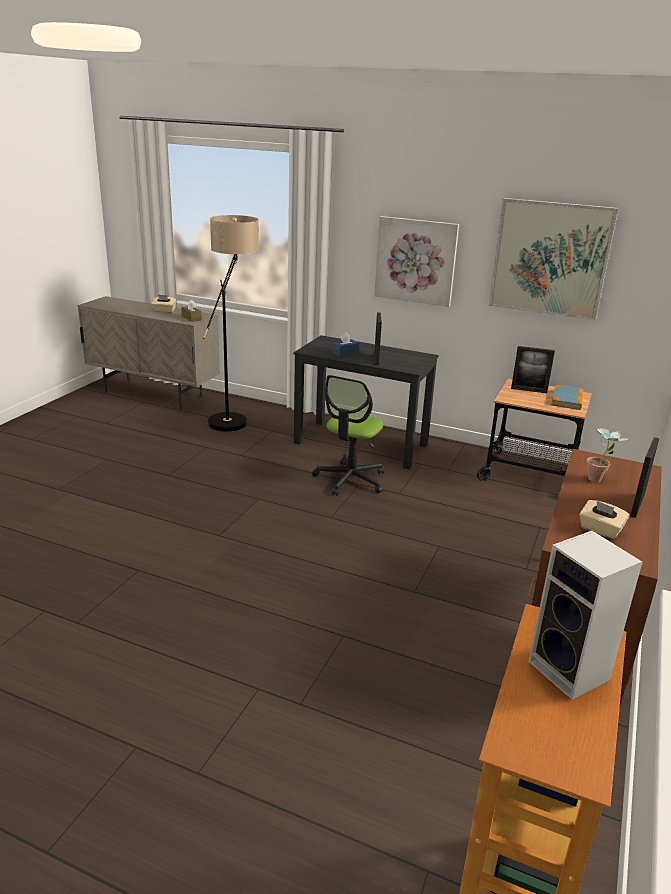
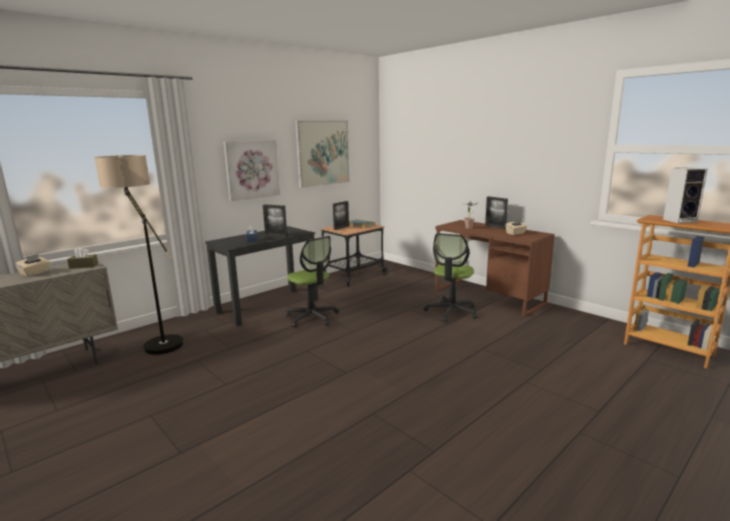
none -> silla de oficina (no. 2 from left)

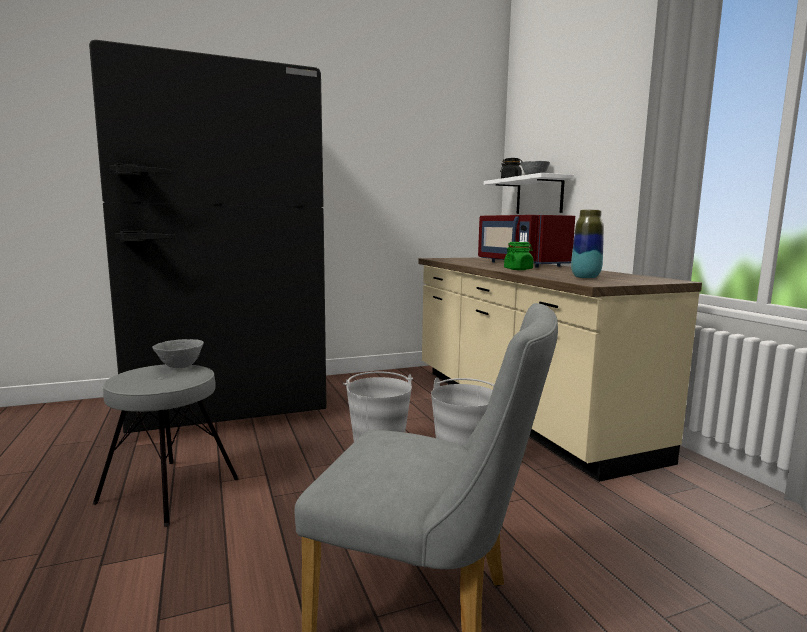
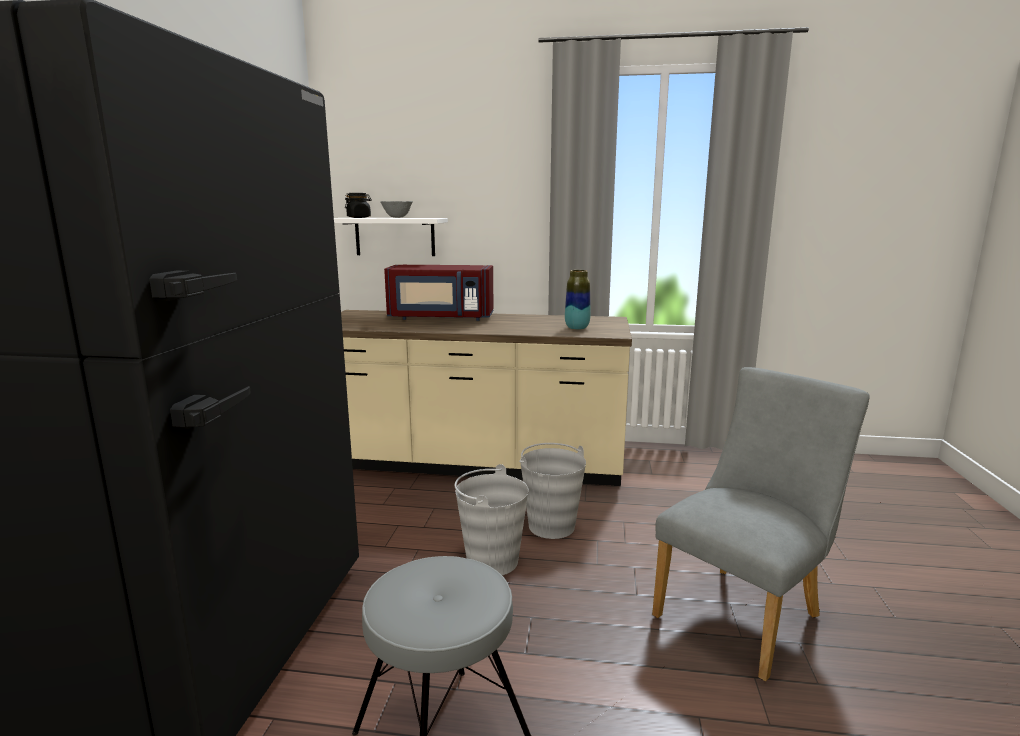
tarro (verde) -> none
cuenco (gris) (no. 1 from left) -> none

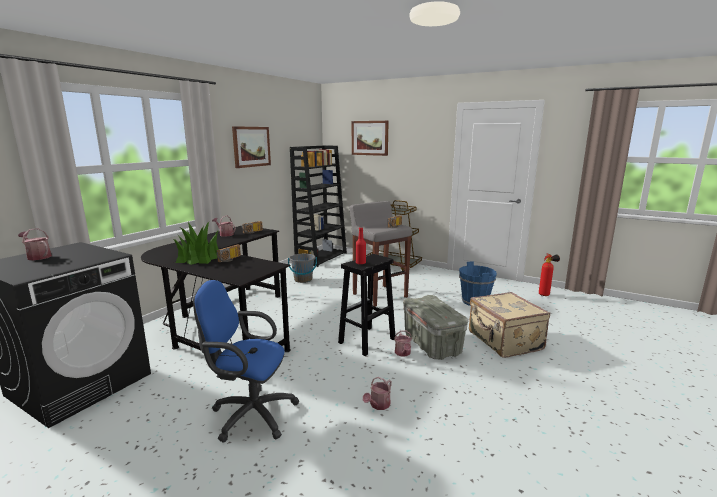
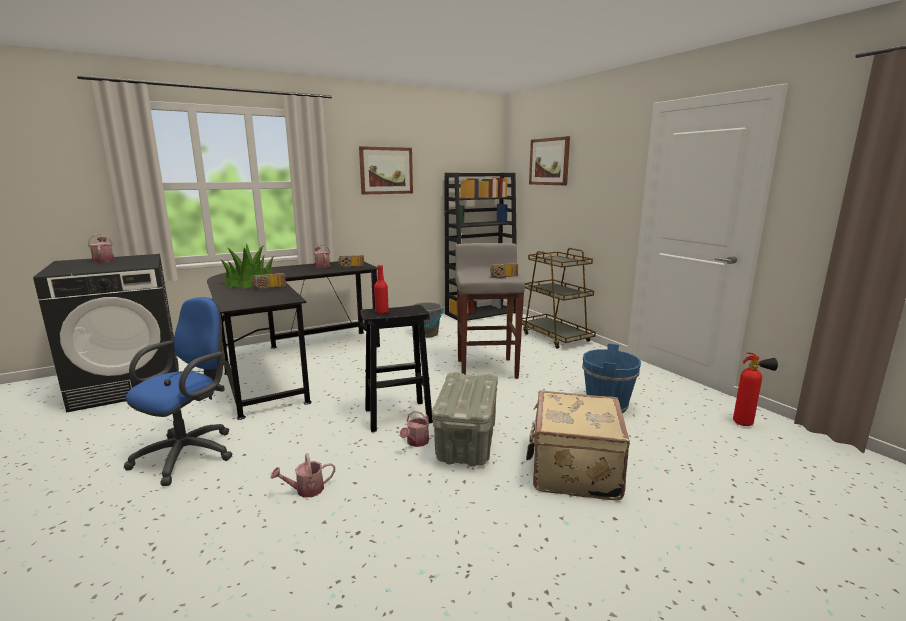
silla de oficina (azul), 75 degrees clockwise

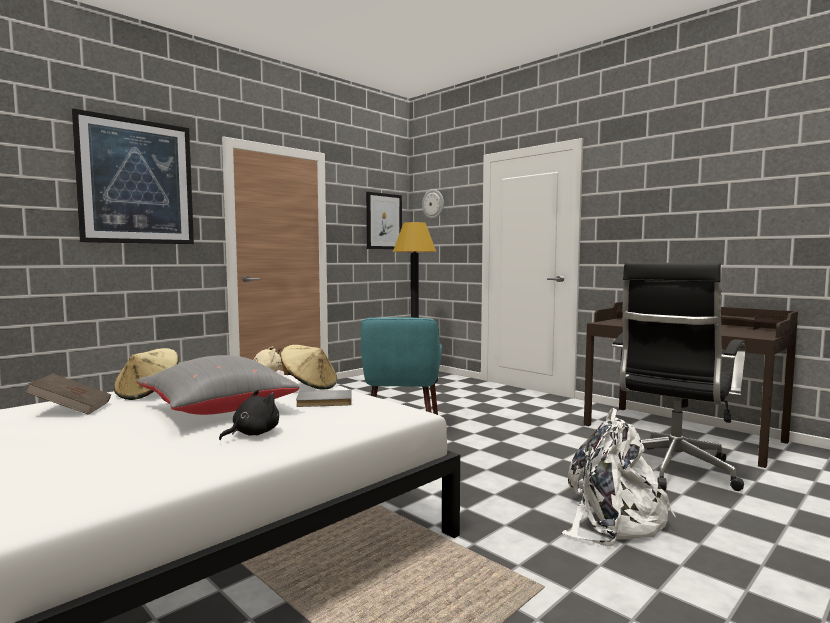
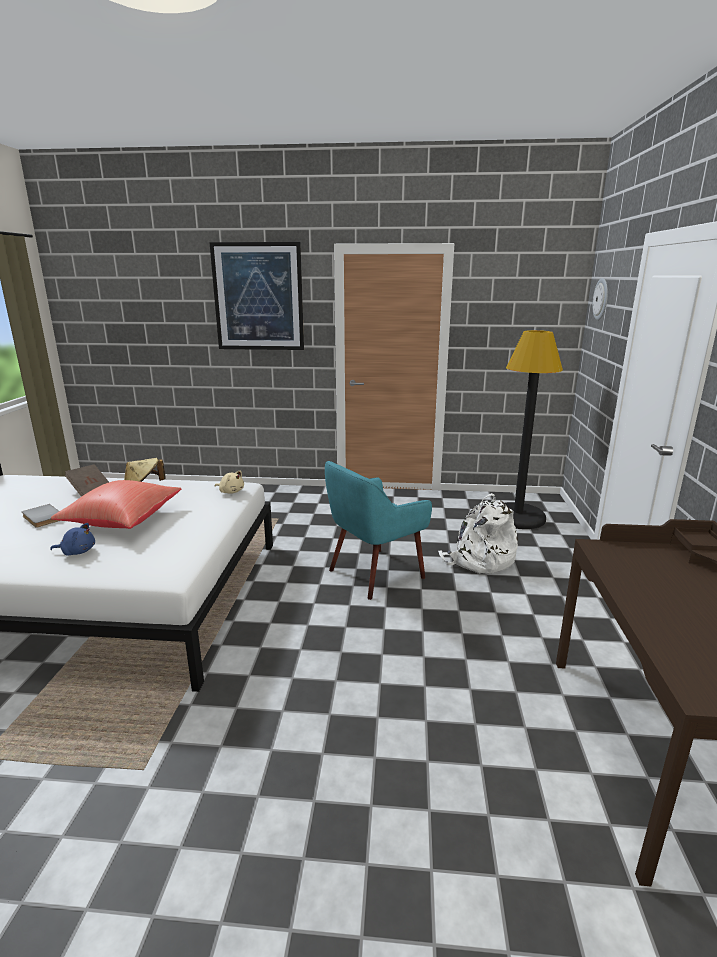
cuadro (no. 2 from left) -> none
silla de oficina (negro) -> none
sombrero (beis) (no. 2 from left) -> none
cojín (gris) -> cojín (rojo)
peluche (negro) -> peluche (azul)
libro (gris), shifted
mochila (blanco), shifted

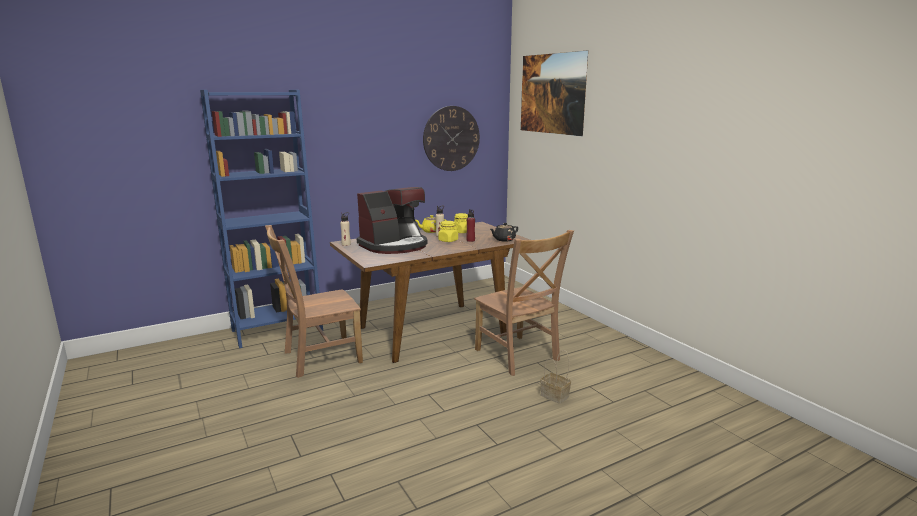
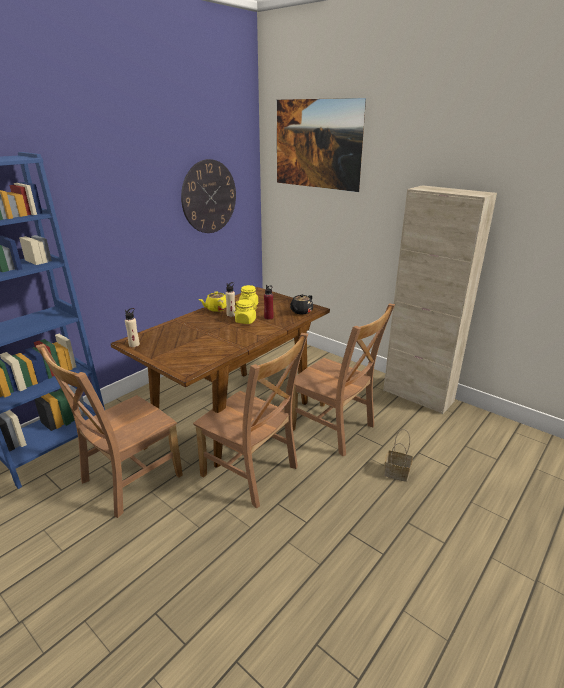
cafetera -> none
none -> armario (beis)
none -> silla (marrón) (no. 2 from left)

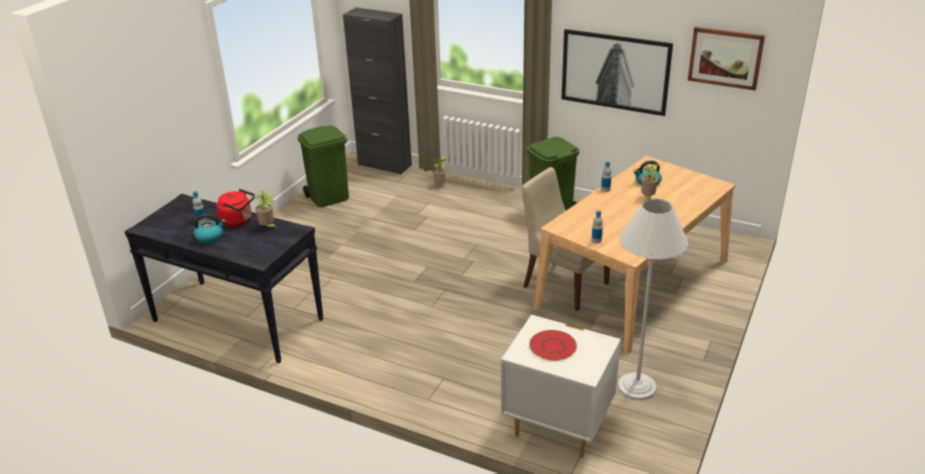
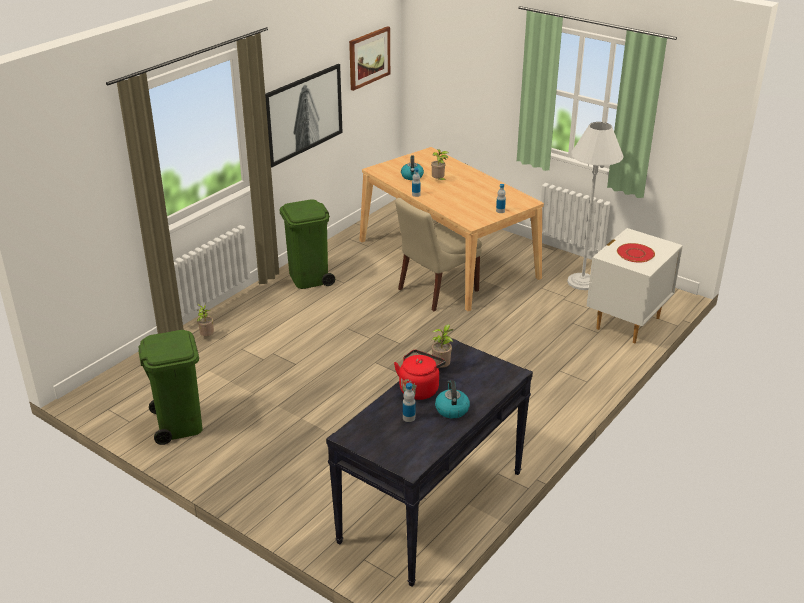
armario (negro) -> none

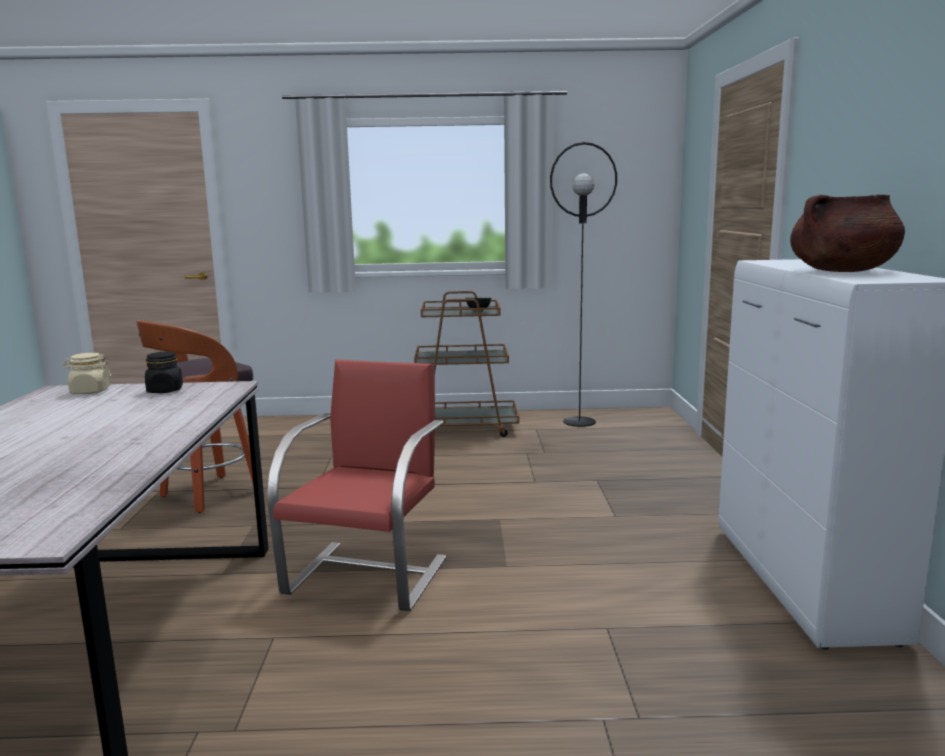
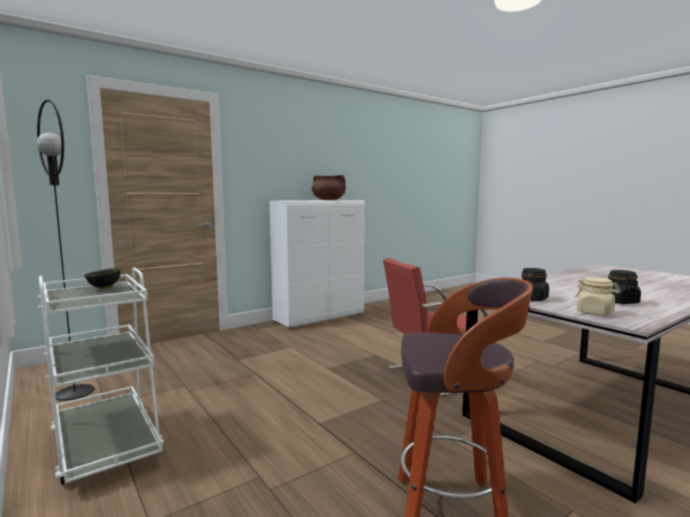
carrito (marrón) -> carrito (blanco)
none -> tarro (negro) (no. 2 from left)

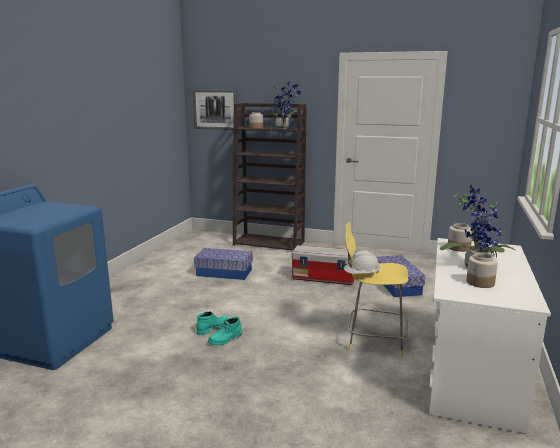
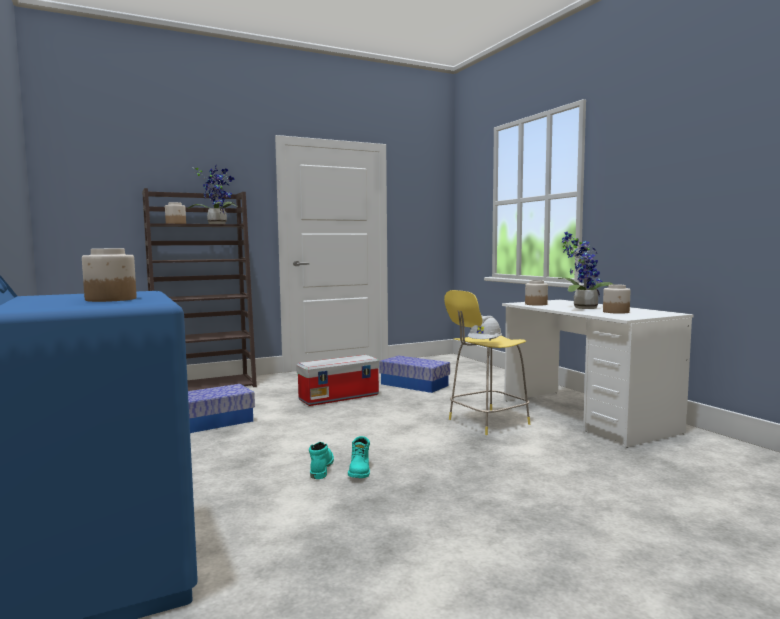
cuadro -> none
none -> tarro (no. 1 from left)

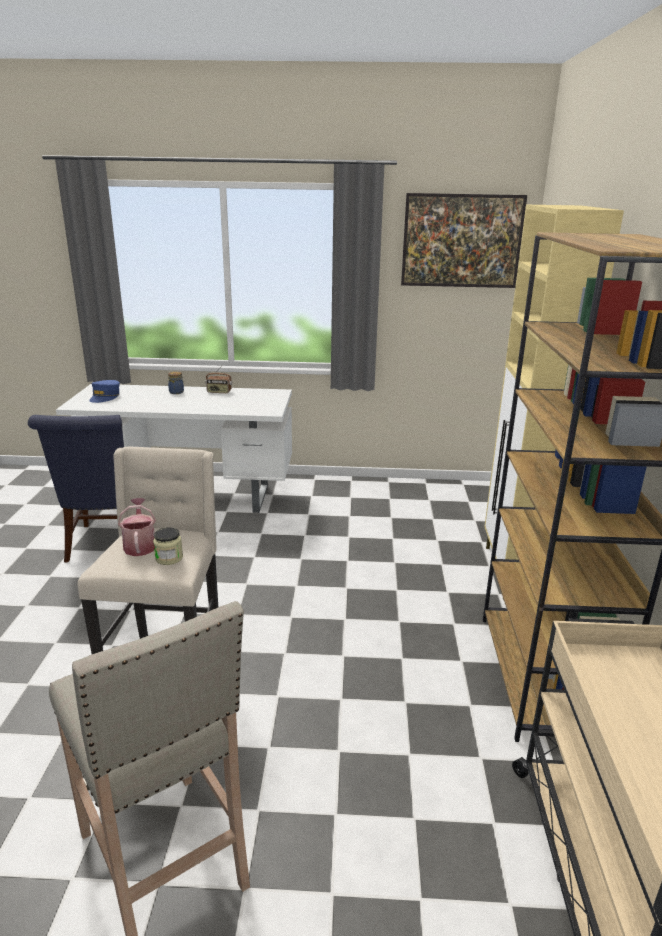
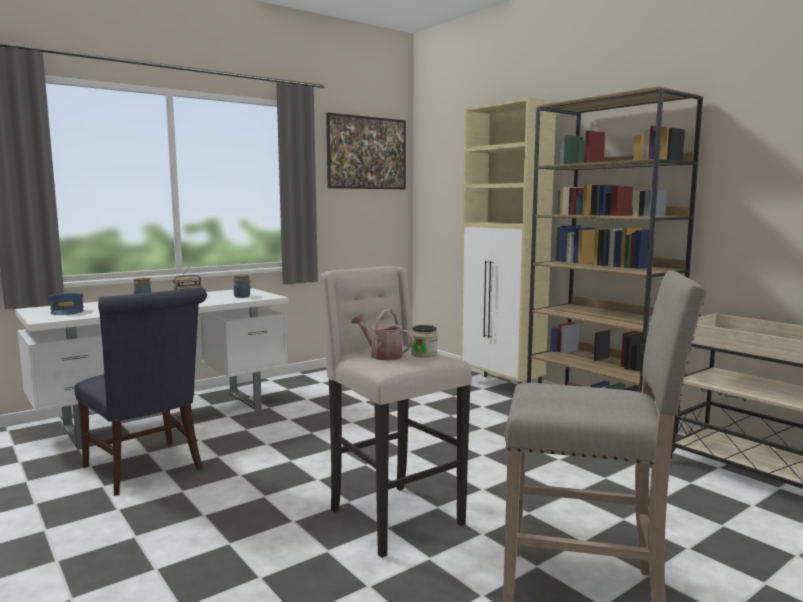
none -> tarro (no. 2 from left)

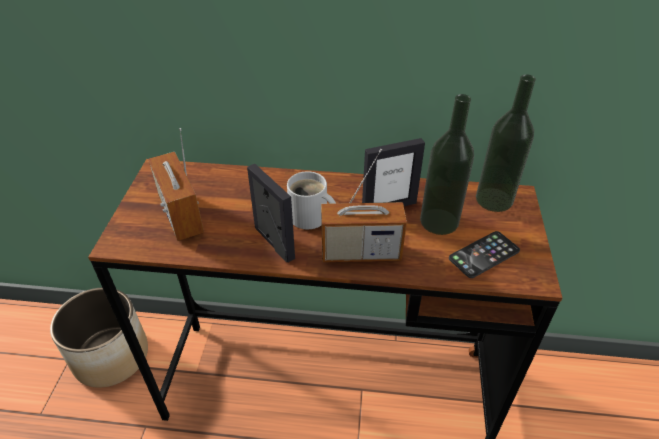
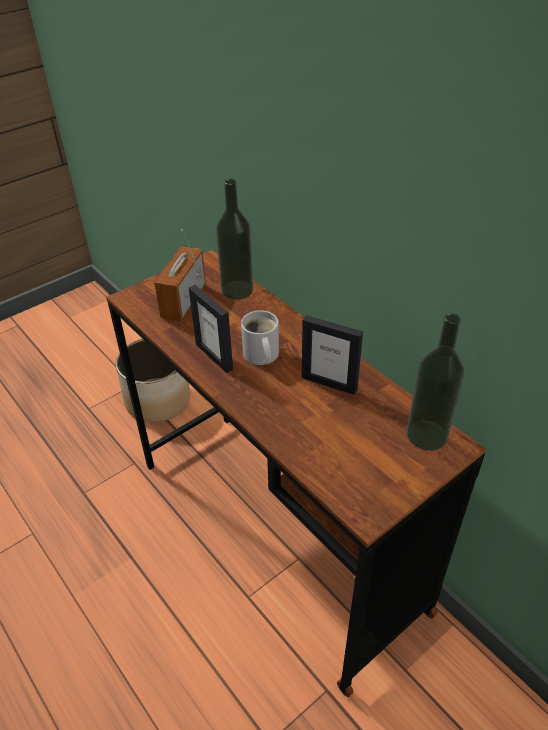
botella (no. 1 from left), shifted
radio (no. 2 from left) -> none
portarretratos (no. 1 from left), 135 degrees clockwise
móvil -> none

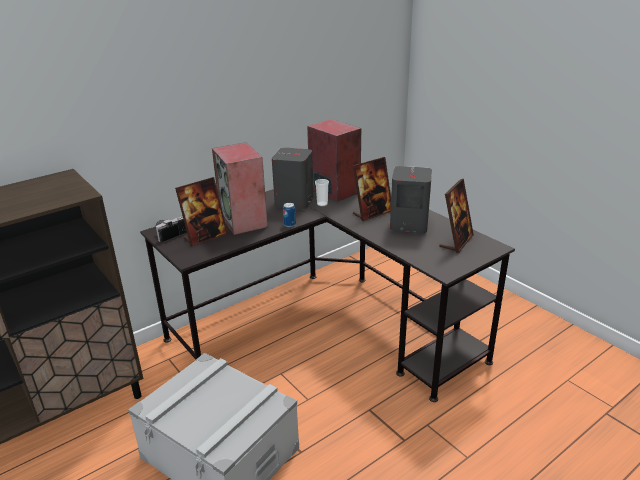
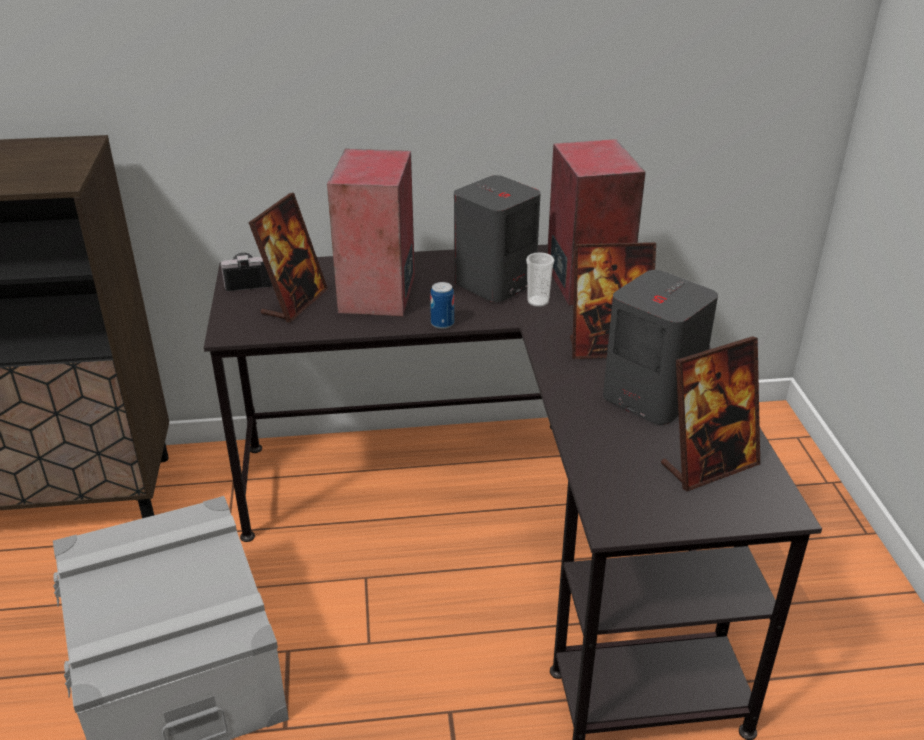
portarretratos (no. 1 from left), 60 degrees counterclockwise

